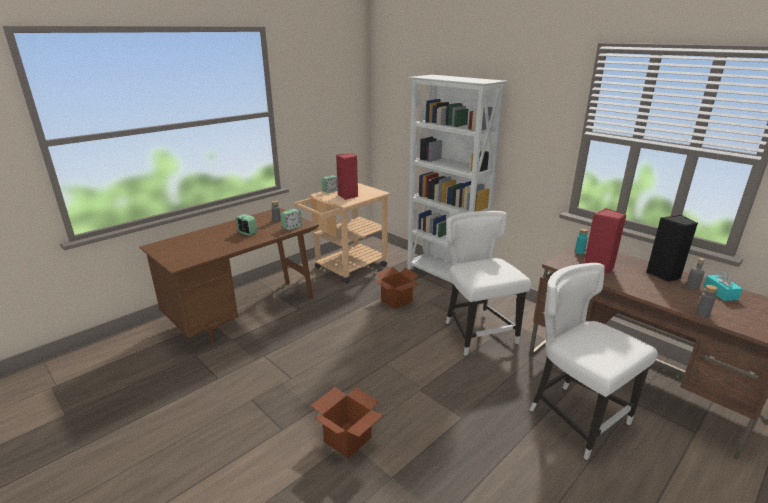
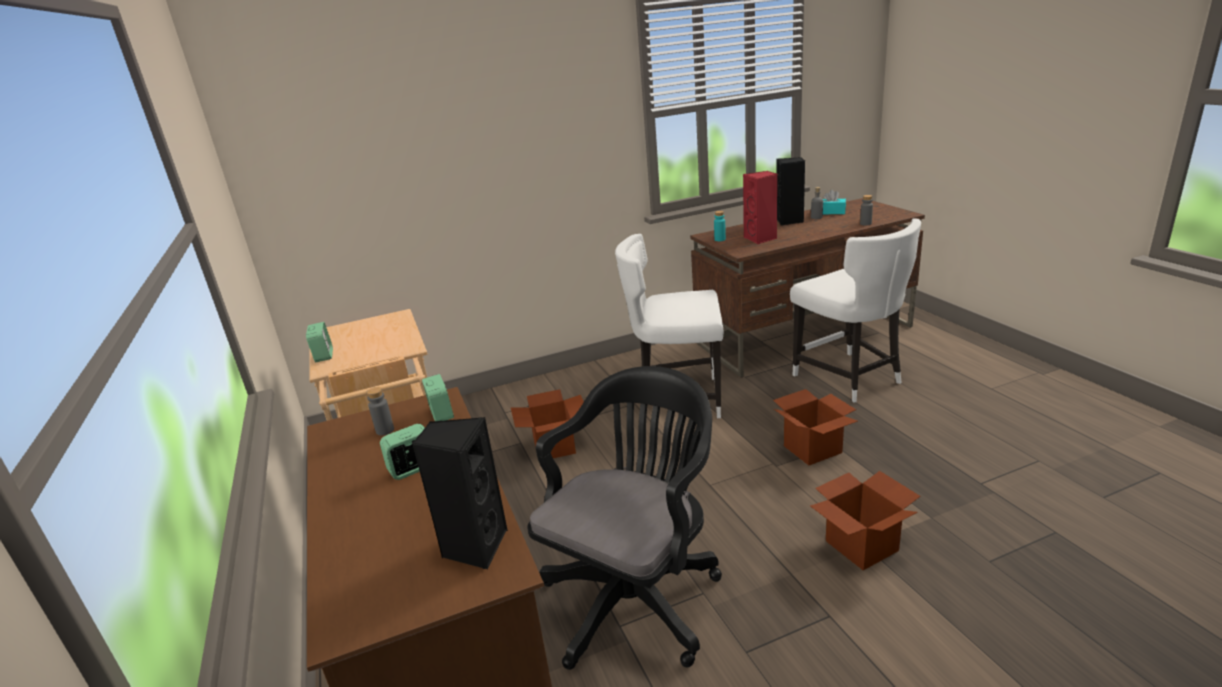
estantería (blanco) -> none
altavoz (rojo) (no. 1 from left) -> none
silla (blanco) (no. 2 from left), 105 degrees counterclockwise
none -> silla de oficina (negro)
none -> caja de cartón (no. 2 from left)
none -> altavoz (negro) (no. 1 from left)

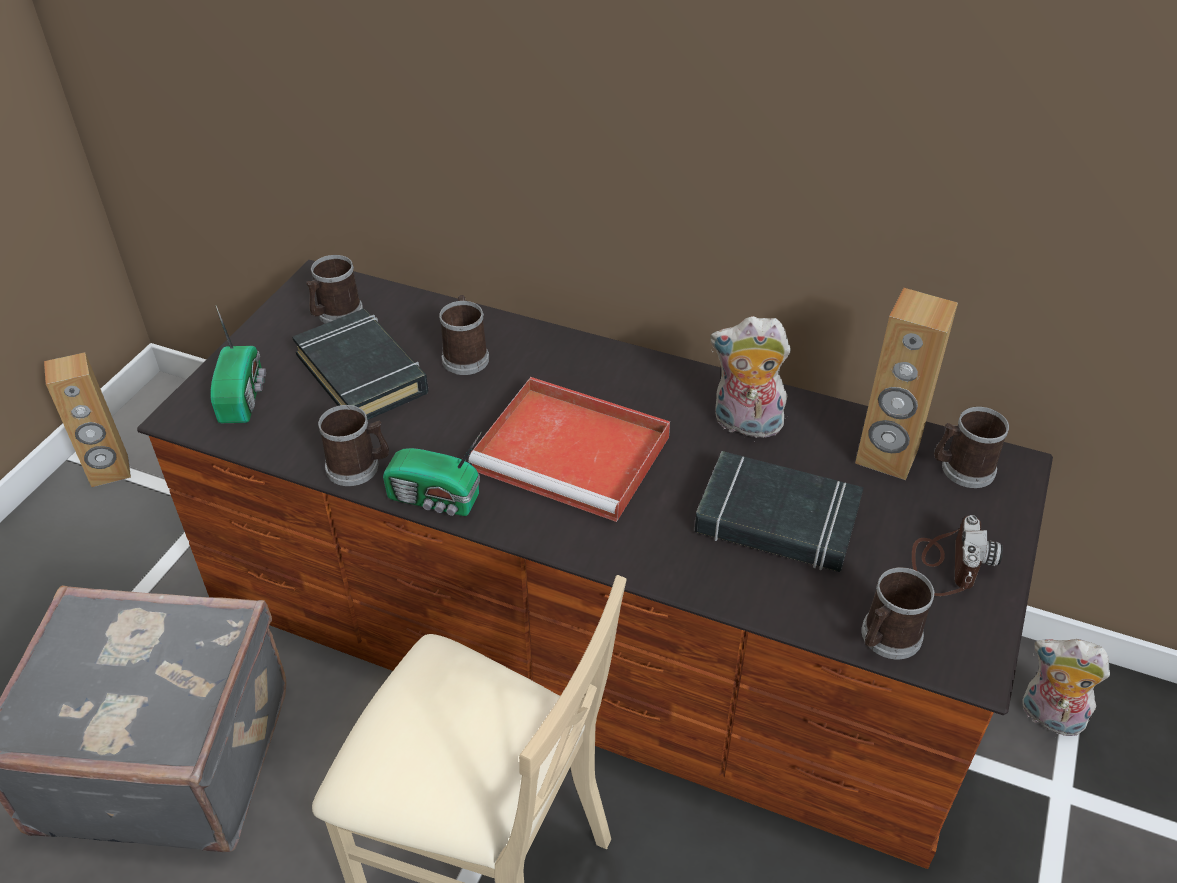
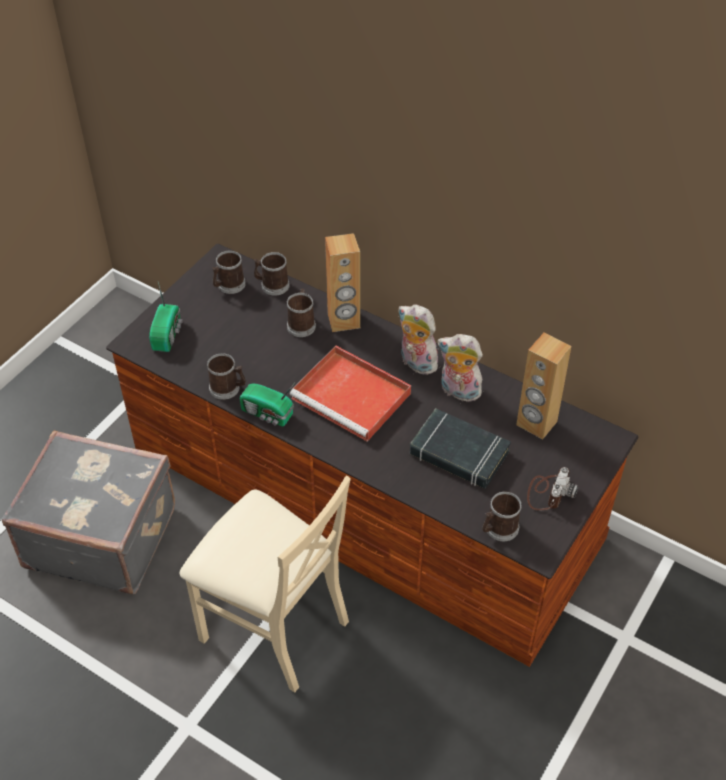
libro (negro) (no. 1 from left) -> none
altavoz (marrón) (no. 1 from left), shifted
taza grande (no. 5 from left in the first image) -> taza grande (no. 3 from left), shifted
peluche (no. 2 from left in the first image) -> peluche (no. 1 from left), shifted

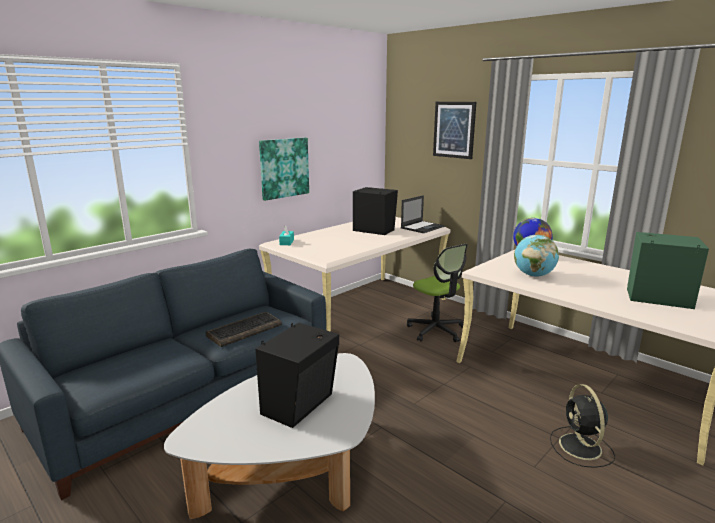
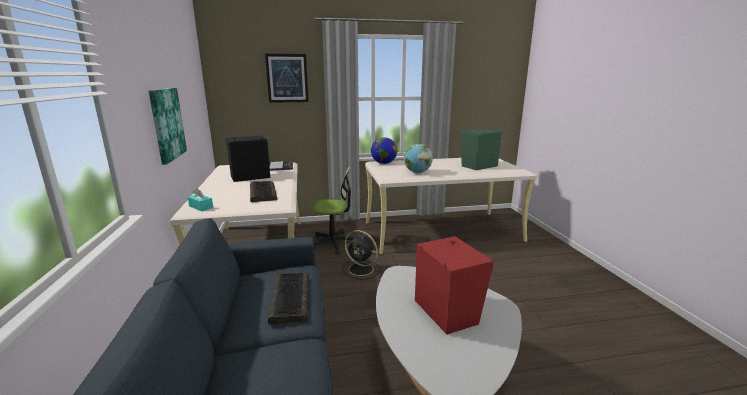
altavoz (negro) (no. 1 from left) -> altavoz (rojo)
ventilador (negro), shifted
none -> teclado (no. 1 from left)

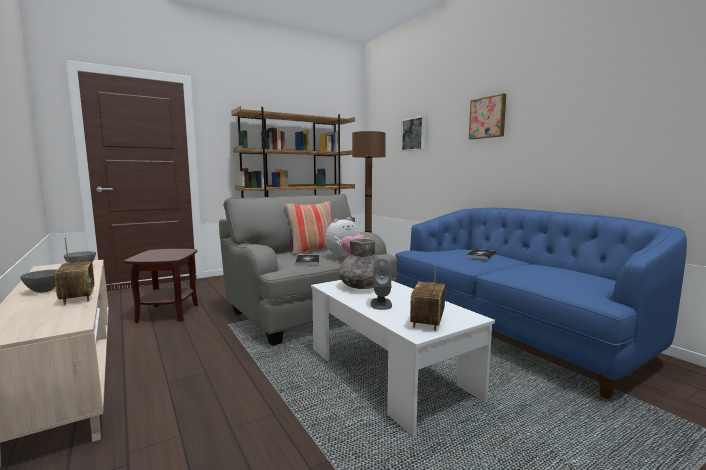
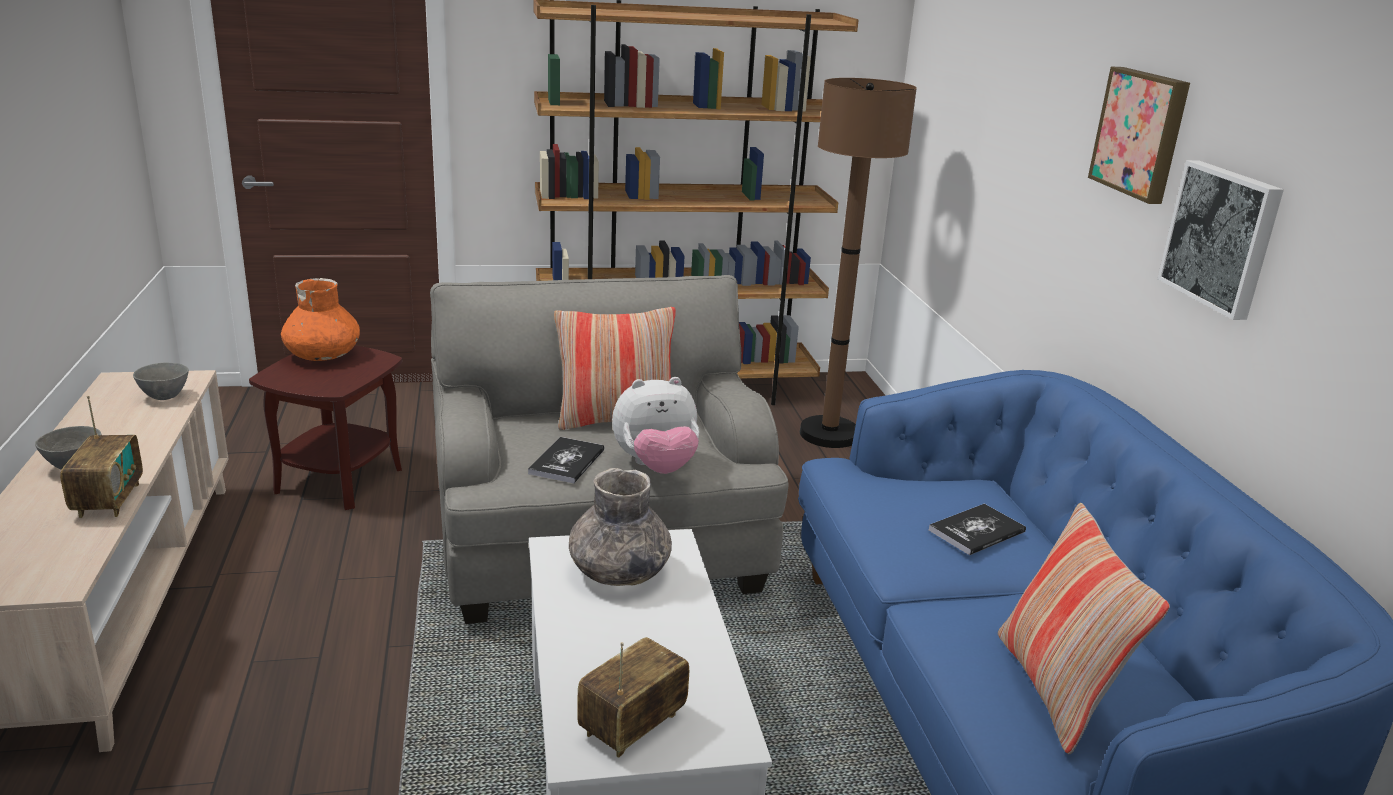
cuadro (no. 1 from left in the first image) -> cuadro (no. 2 from left), shifted
altavoz (gris) -> none
none -> florero (naranja)
none -> cojín (no. 2 from left)

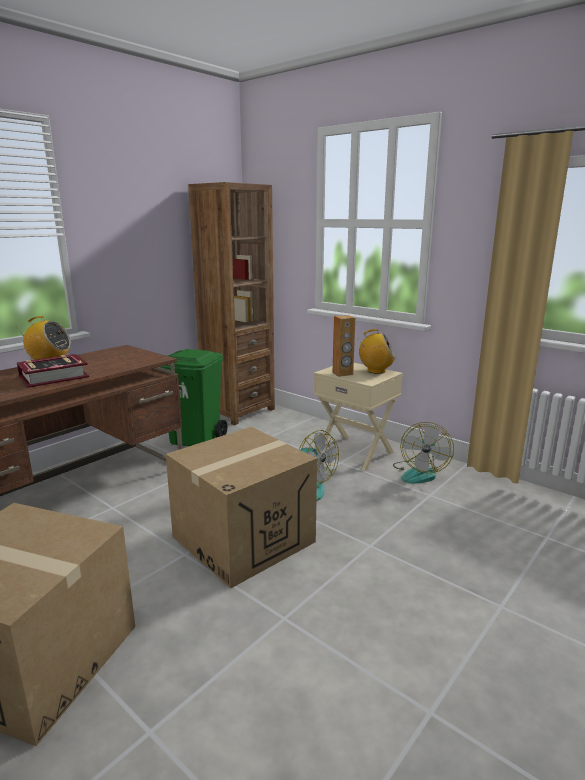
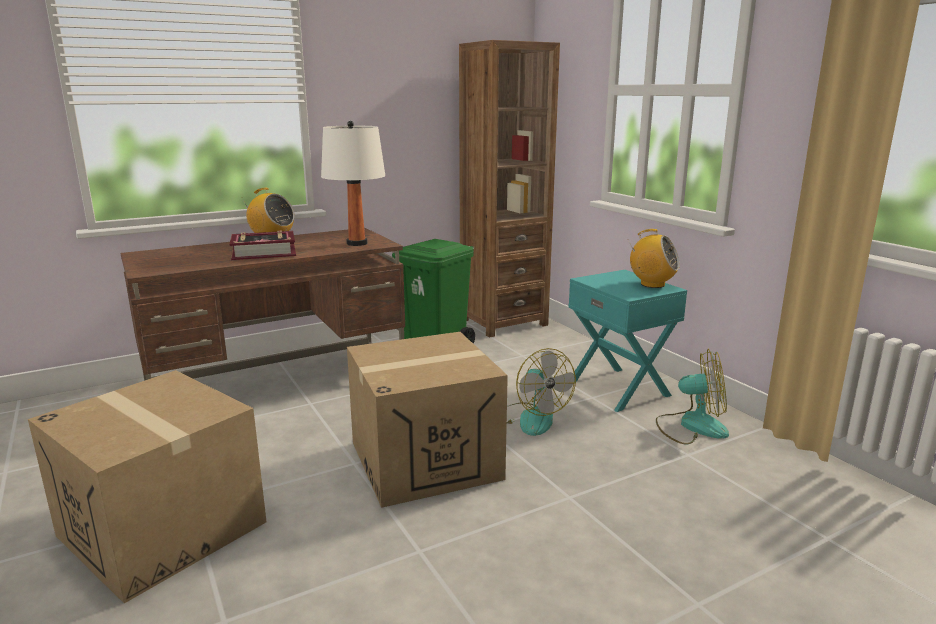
altavoz (marrón) -> none
mesita de noche (beis) -> mesita de noche (turquesa)
ventilador (no. 2 from left), 120 degrees counterclockwise
none -> lámpara de mesa (blanco)

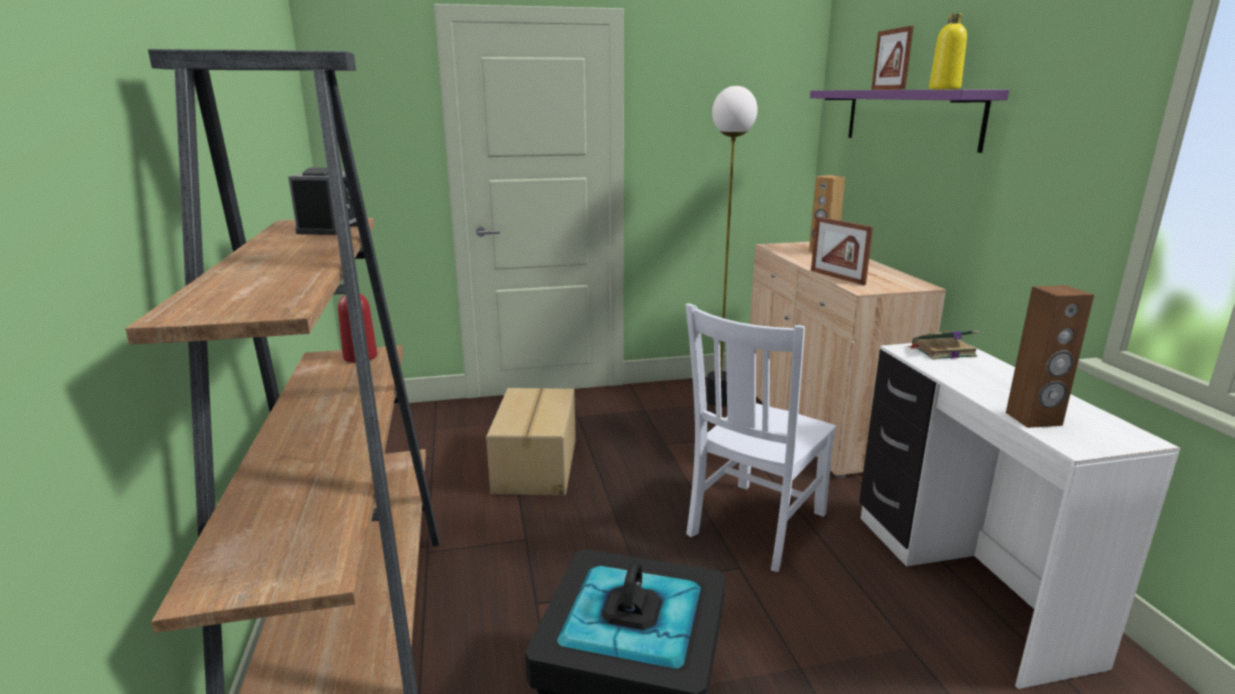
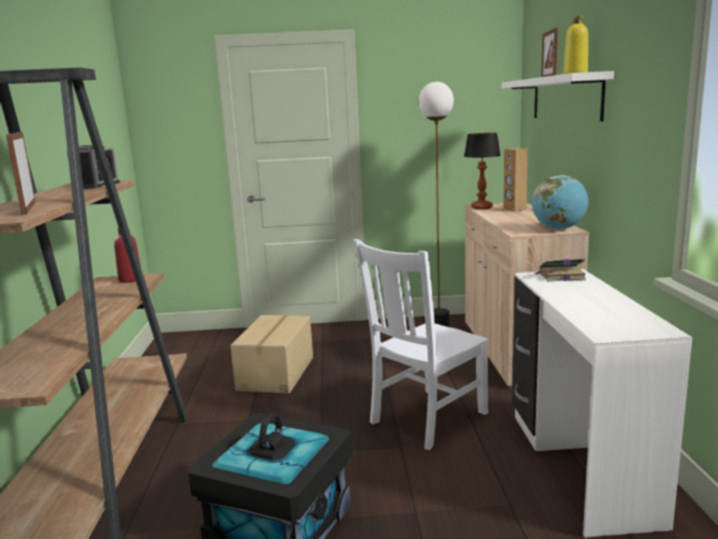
estante (morado) -> estante (blanco)
portarretratos (no. 1 from left), shifted
altavoz (marrón) (no. 2 from left) -> none
none -> lámpara de mesa
none -> globo terráqueo

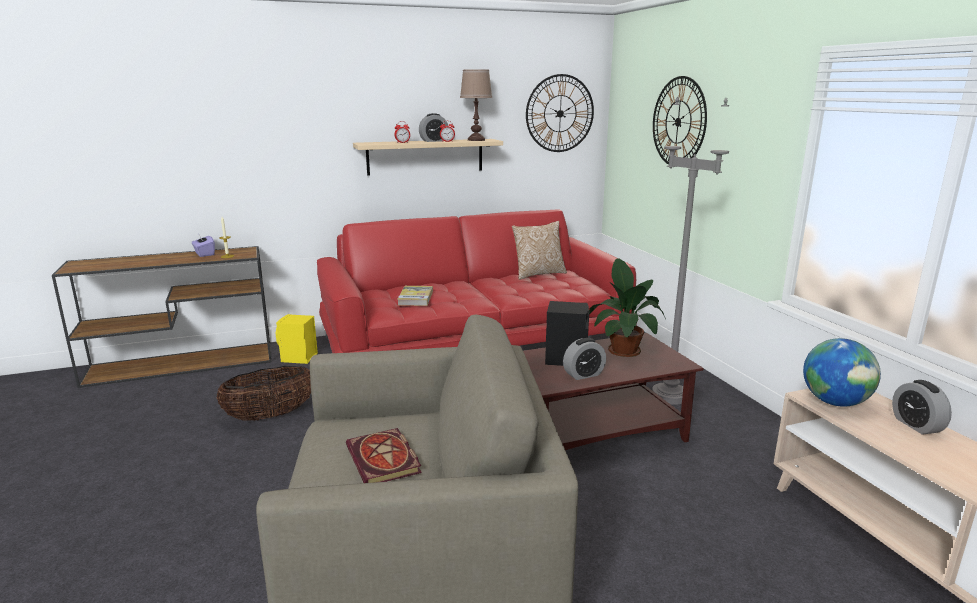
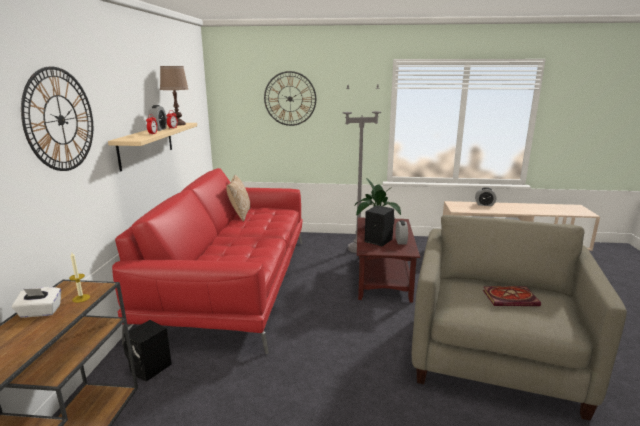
reloj de pared (no. 1 from left), shifted
caja de pañuelos (morado) -> caja de pañuelos (blanco)
libro (no. 2 from left) -> none
altavoz (amarillo) -> altavoz (negro) (no. 1 from left)
globo terráqueo -> none
cesta -> none

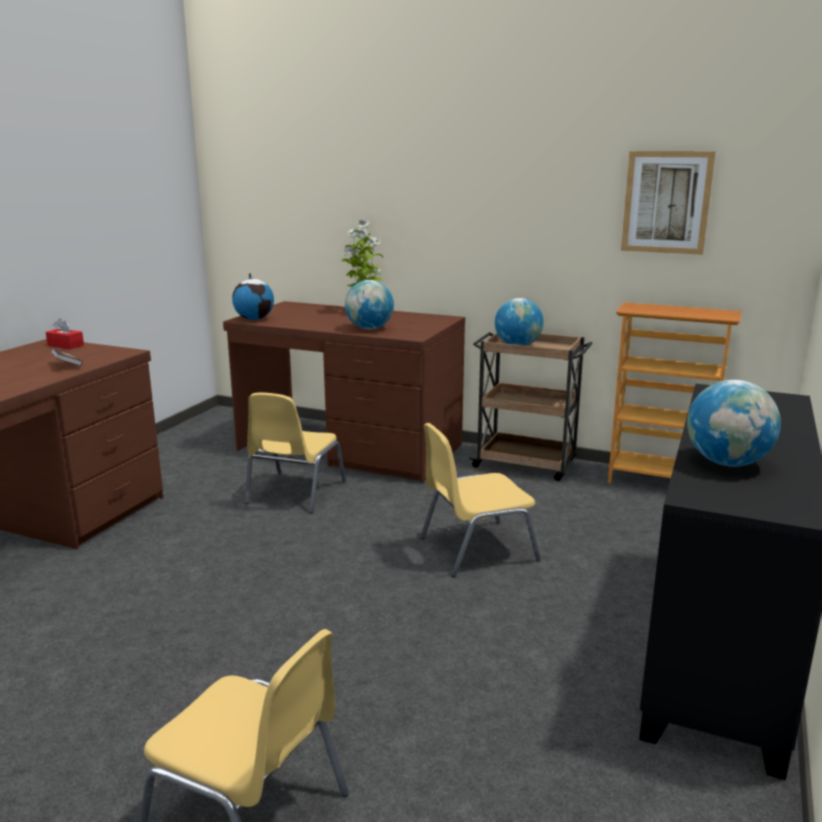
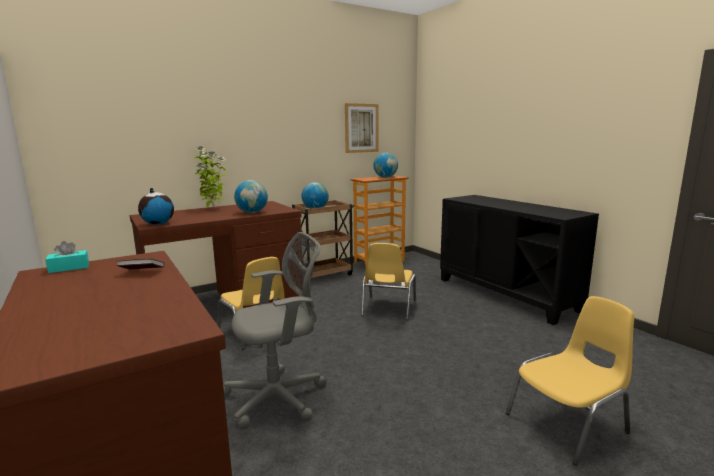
caja de pañuelos (rojo) -> caja de pañuelos (turquesa)
globo terráqueo (no. 4 from left), shifted
none -> silla de oficina (gris)

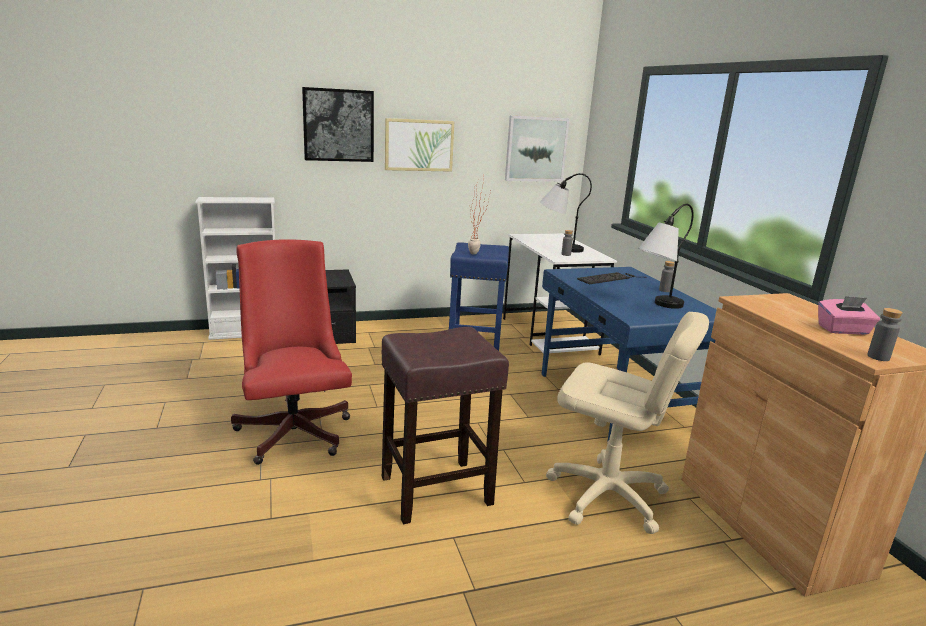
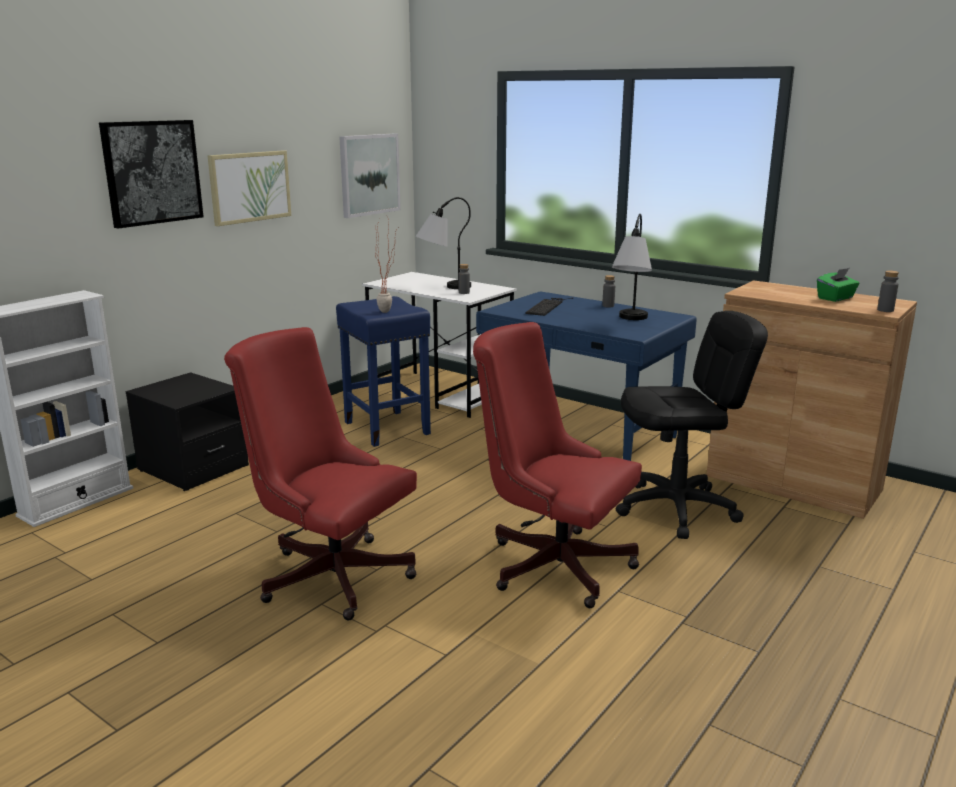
caja de pañuelos (rosa) -> caja de pañuelos (verde)
silla de oficina (beis) -> silla de oficina (negro)
taburete (marrón) -> silla de oficina (rojo) (no. 2 from left)

